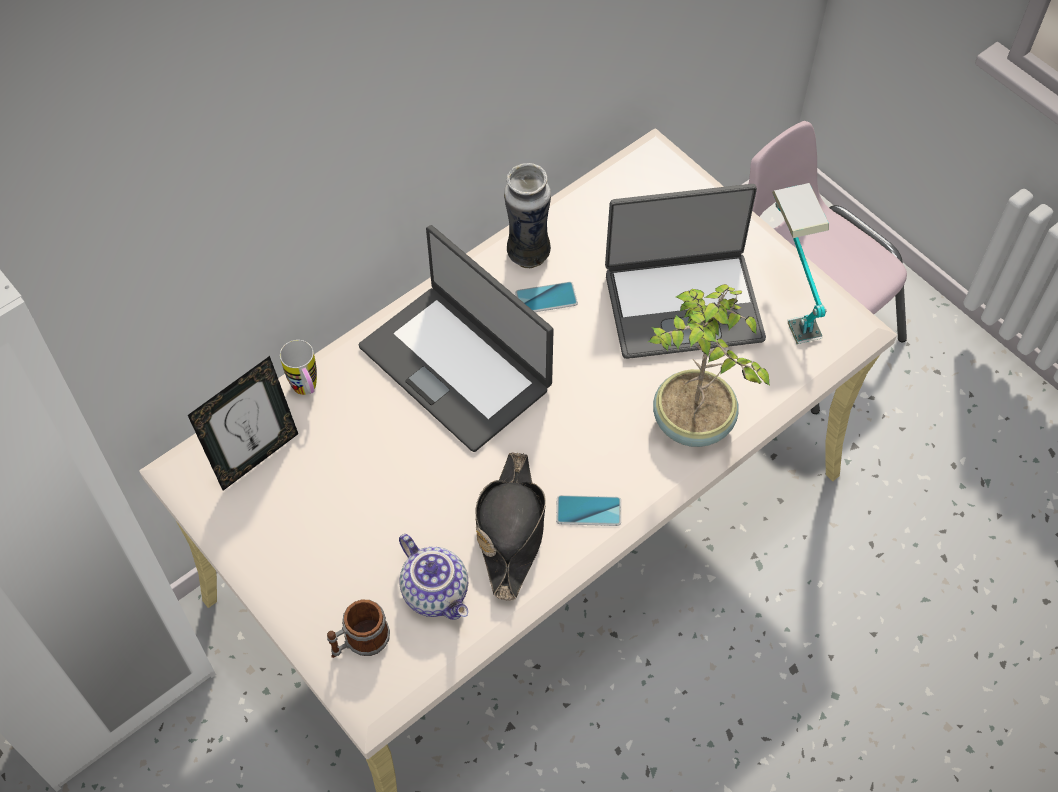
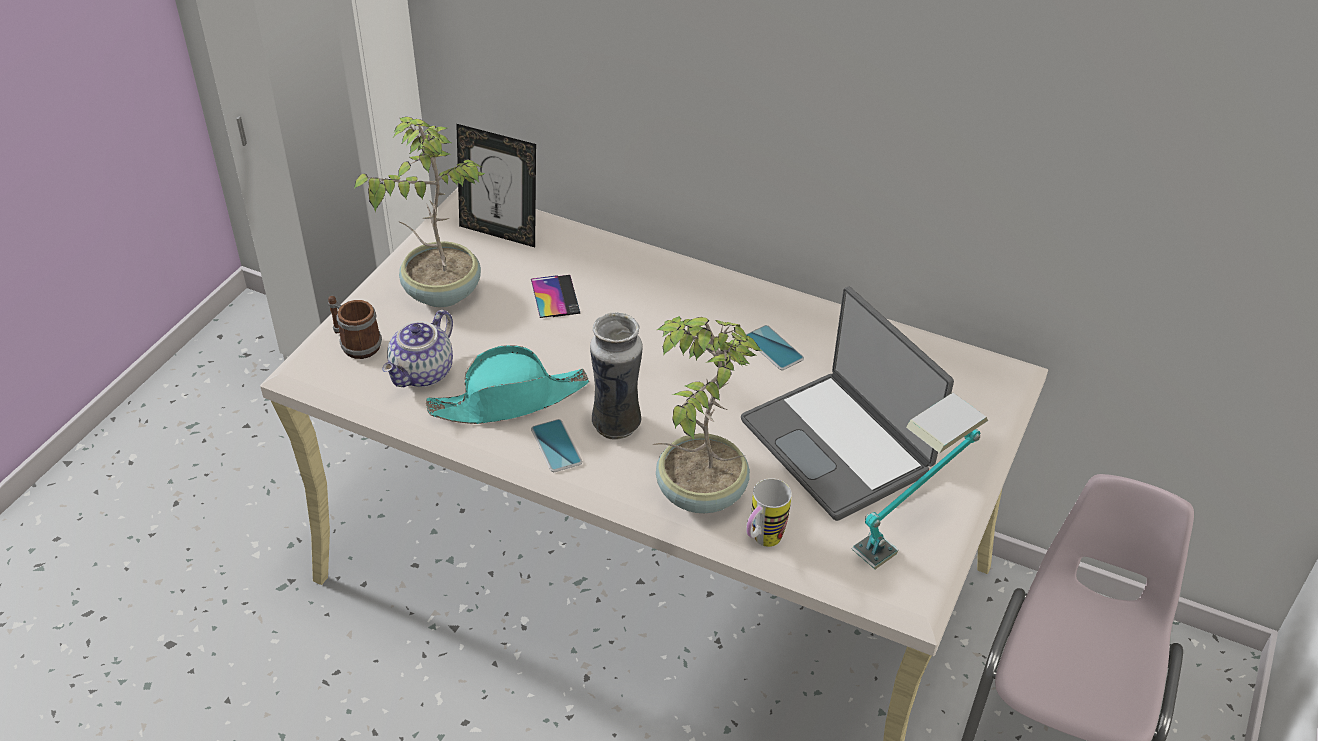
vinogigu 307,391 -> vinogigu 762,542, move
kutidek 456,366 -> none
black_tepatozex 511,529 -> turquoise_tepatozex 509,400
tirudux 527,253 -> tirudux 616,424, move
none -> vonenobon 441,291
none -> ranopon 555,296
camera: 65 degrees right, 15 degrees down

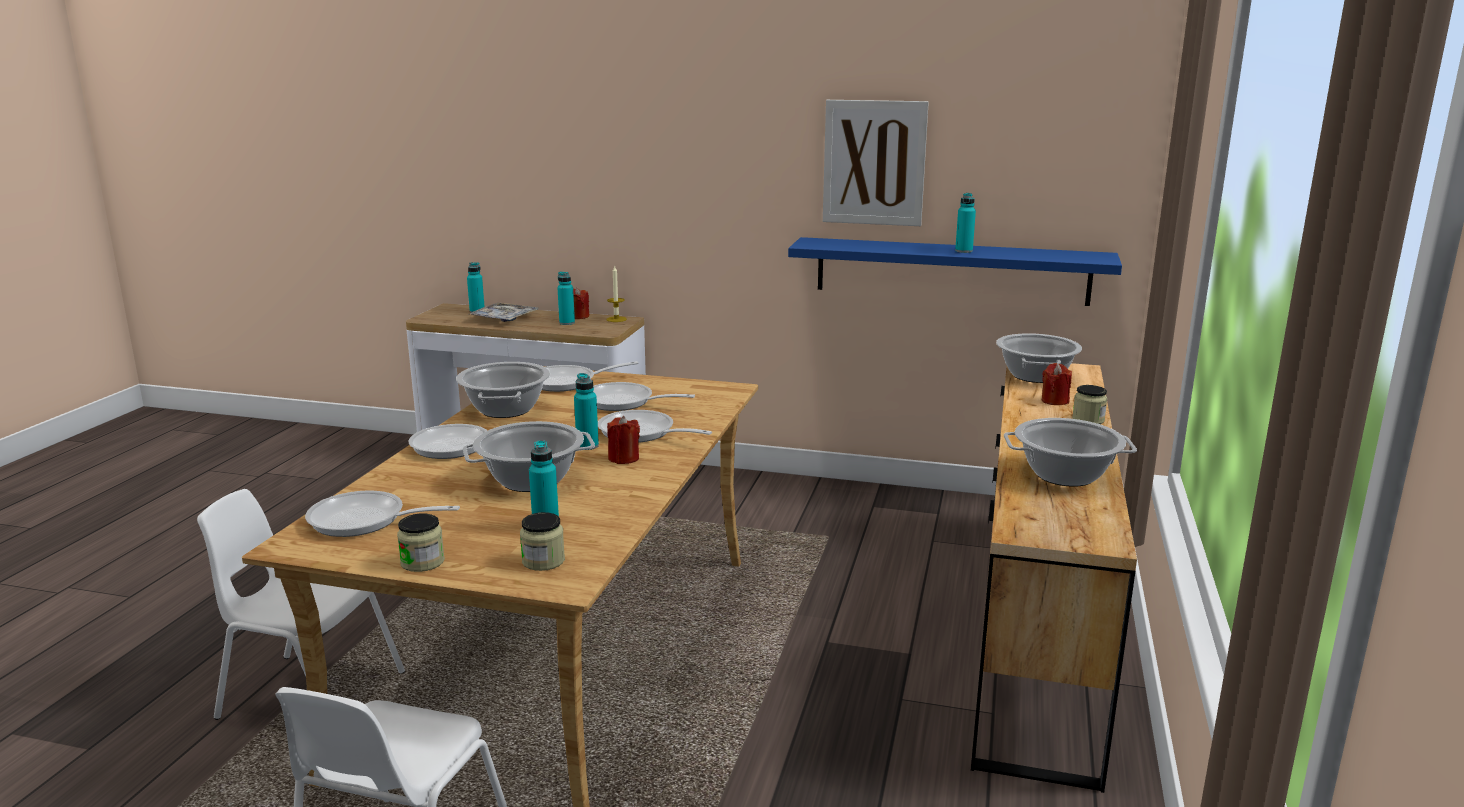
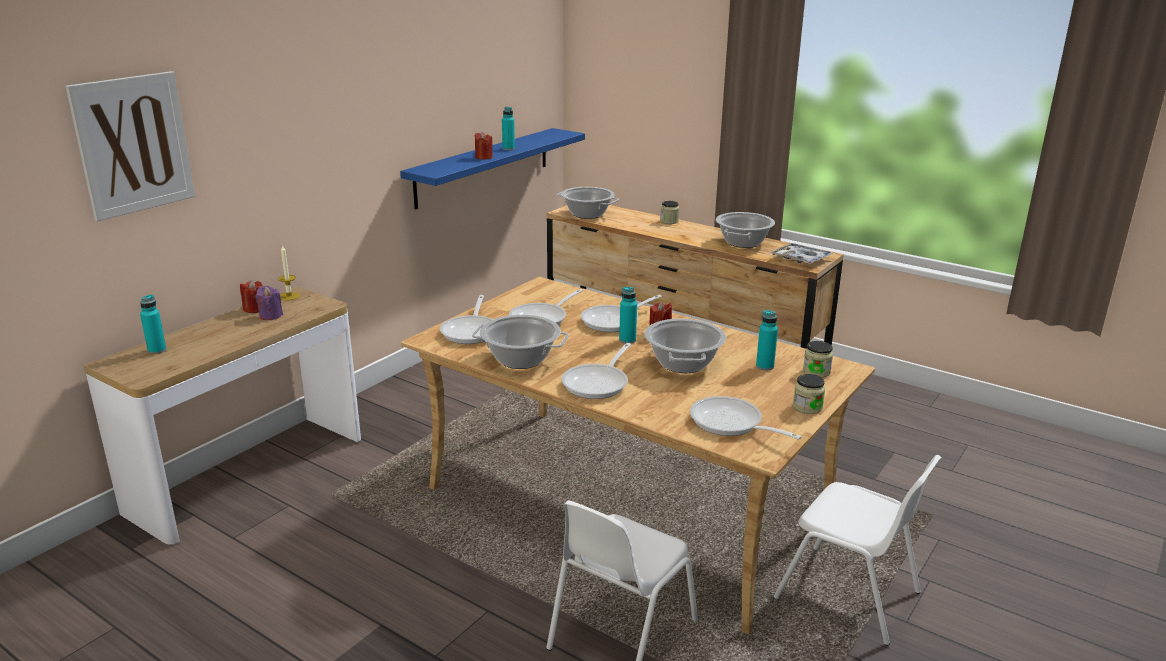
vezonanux 365,521 -> vezonanux 731,424, 105 degrees clockwise
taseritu 504,318 -> taseritu 800,259, move
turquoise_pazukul 567,323 -> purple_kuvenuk 270,316
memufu 874,163 -> memufu 133,144, move
red_kuvenuk 1054,401 -> red_kuvenuk 483,157, move
camera: 70 degrees left, 5 degrees up

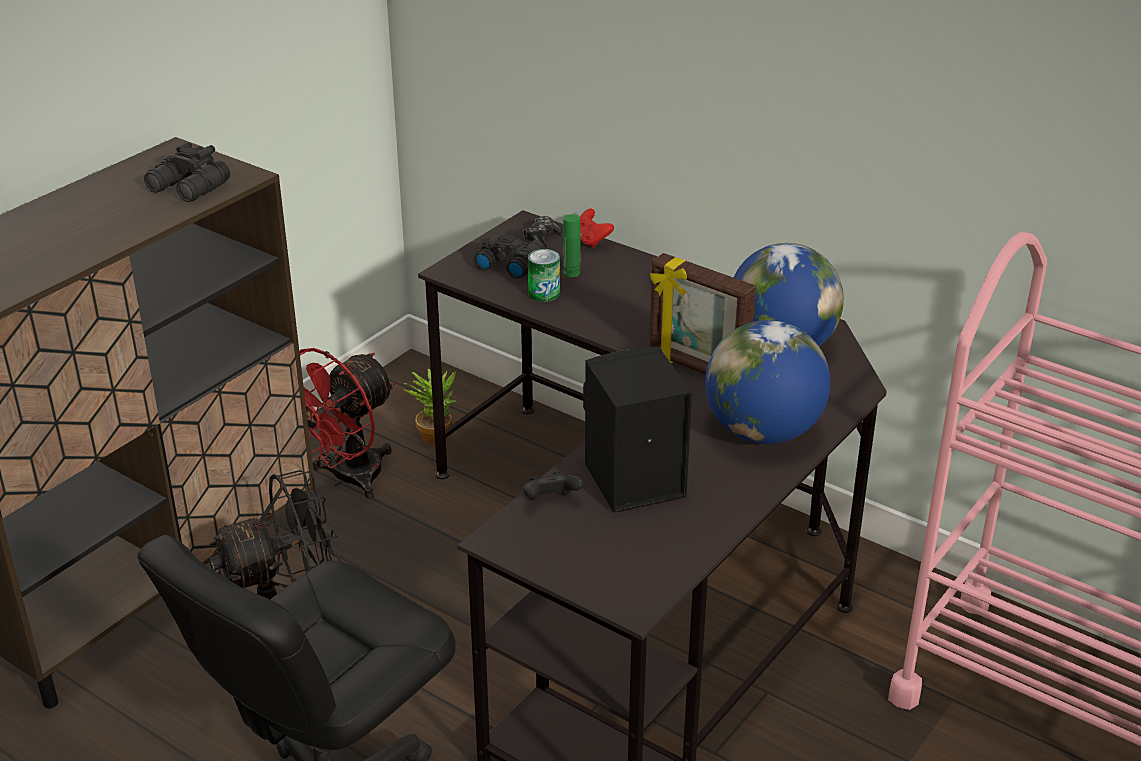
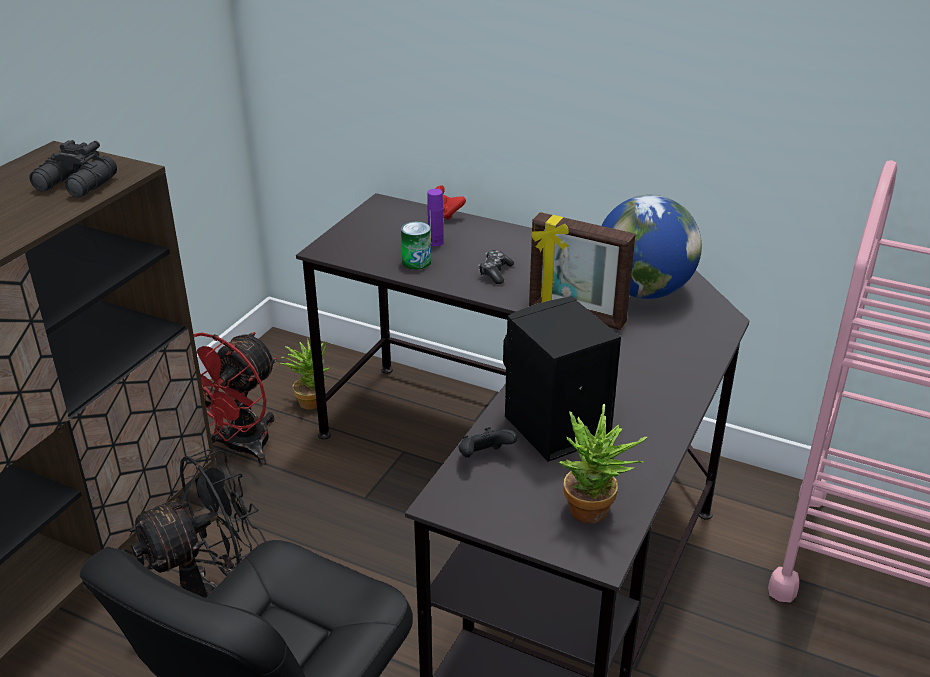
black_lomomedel 510,263 -> none
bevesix 542,239 -> bevesix 495,272, move
green_pazukul 571,273 -> purple_pazukul 435,242
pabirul 763,432 -> none
none -> vonenobon 595,514
camera: 10 degrees left, 0 degrees up

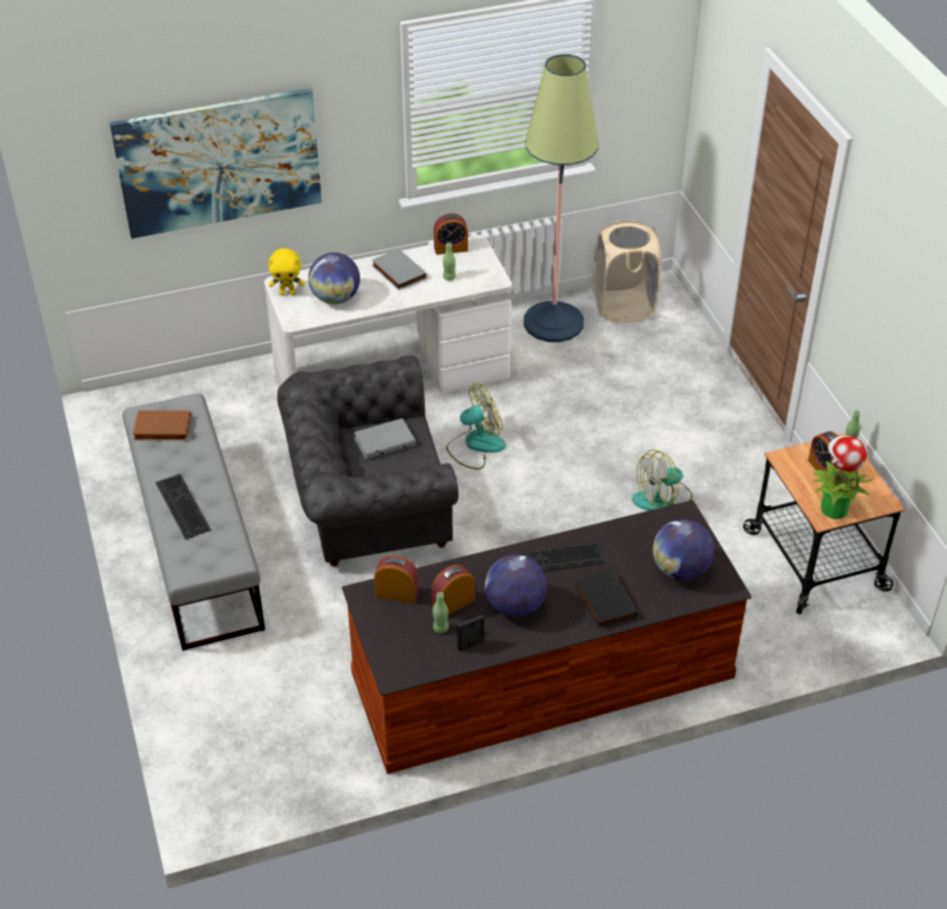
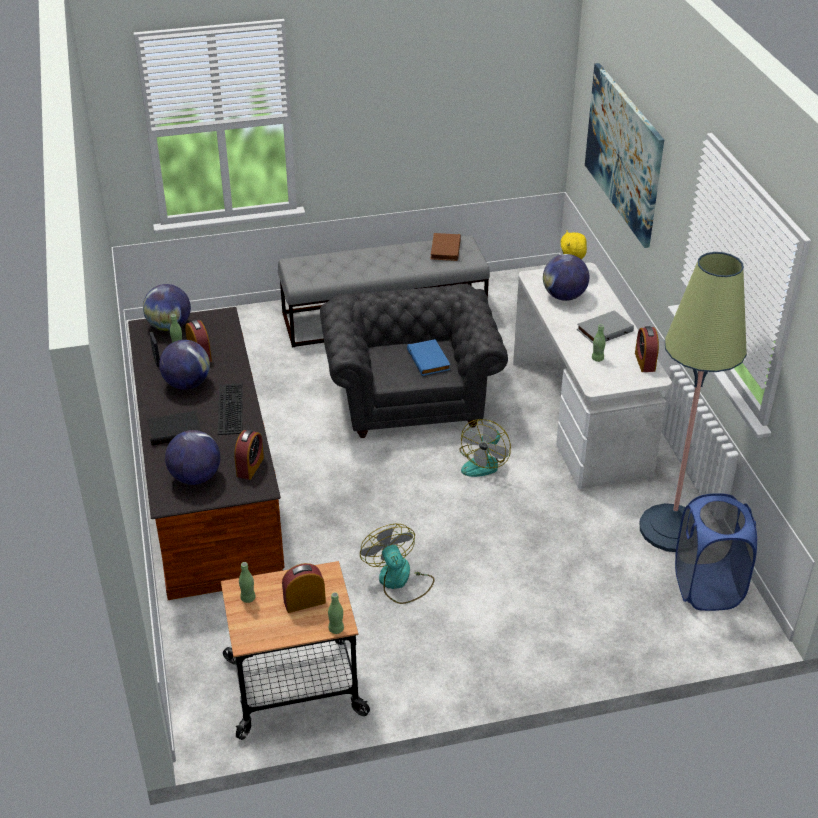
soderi 180,506 -> none
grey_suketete 384,441 -> blue_suketete 429,360
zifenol 396,593 -> zifenol 250,467, move
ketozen 475,445 -> ketozen 484,462, 45 degrees clockwise
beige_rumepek 623,307 -> blue_rumepek 707,587
vonenobon 833,508 -> green_pazukul 248,598
none -> pabirul 169,326
camera: 95 degrees right, 5 degrees down

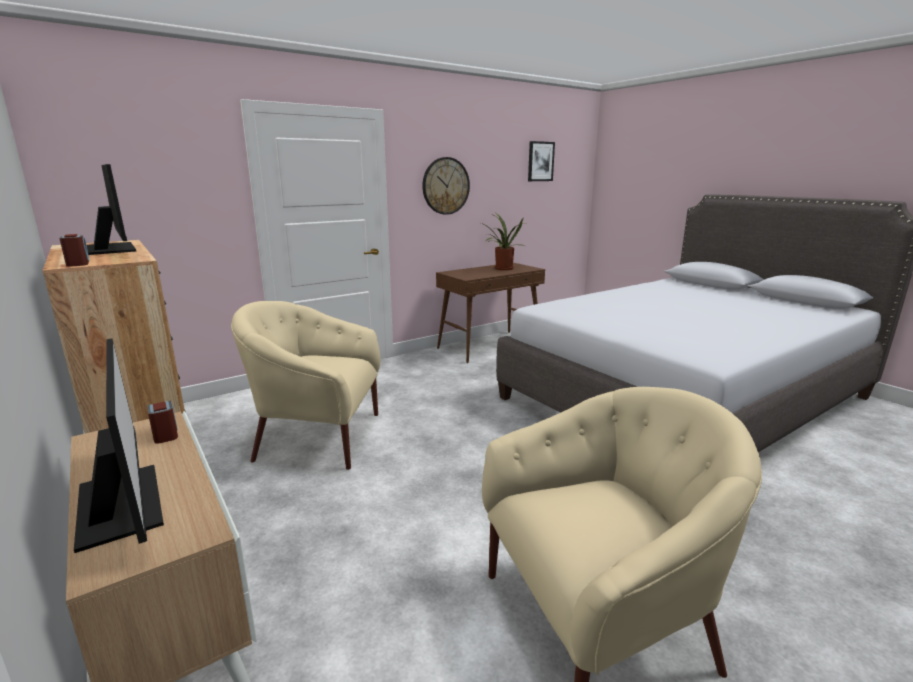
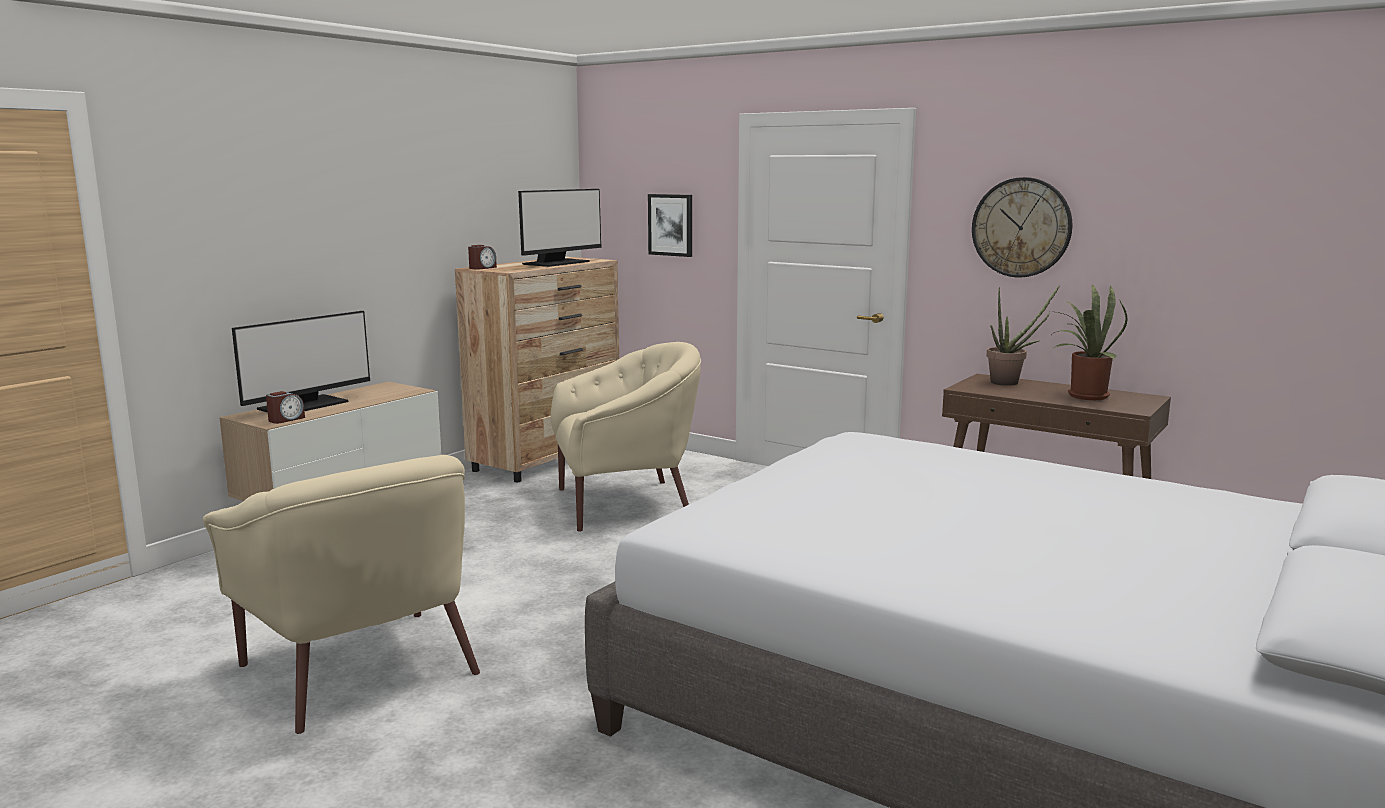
zifenol 165,433 -> zifenol 286,419, move
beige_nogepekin 318,437 -> beige_nogepekin 625,504, 90 degrees clockwise
memufu 540,161 -> memufu 671,225, move
none -> vonenobon 1010,382
camera: 70 degrees right, 5 degrees down

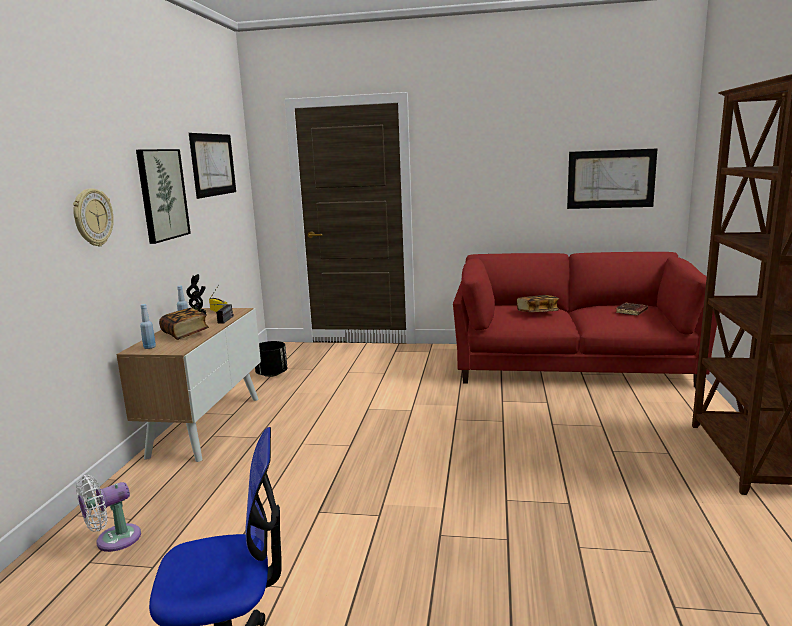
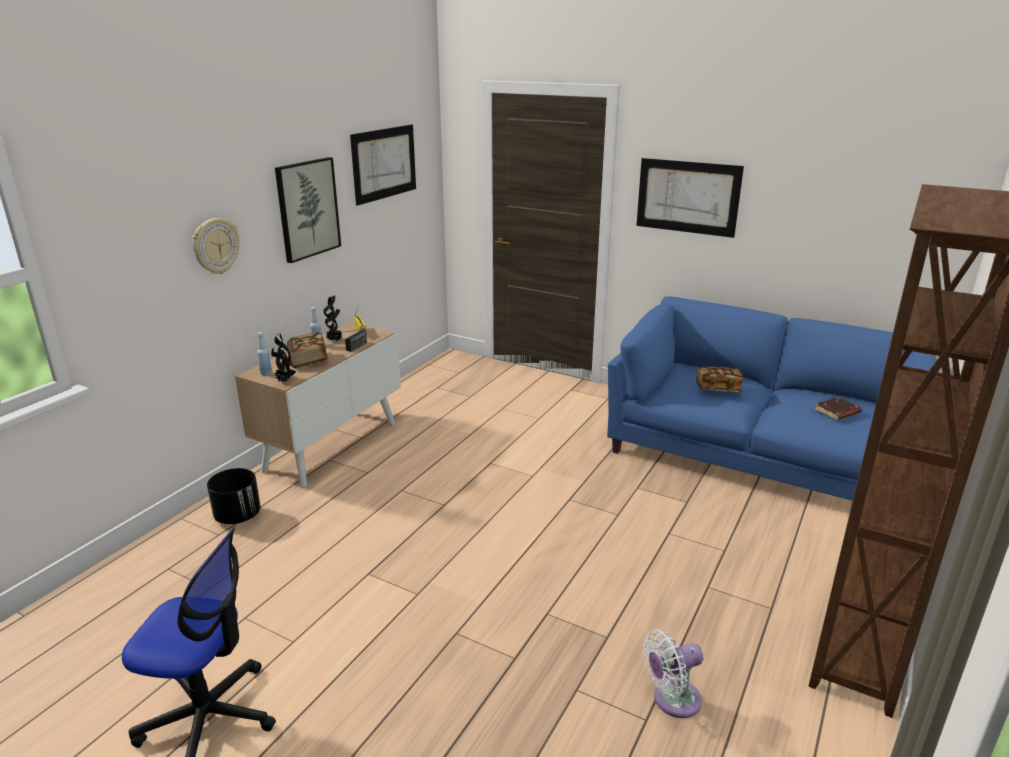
white_ketozen 113,540 -> white_ketozen 672,700, move
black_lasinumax 271,374 -> black_lasinumax 238,516, move
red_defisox 571,365 -> blue_defisox 758,455
memufu 611,179 -> memufu 687,197, move
none -> vonenobon 284,381
camera: 20 degrees right, 10 degrees up

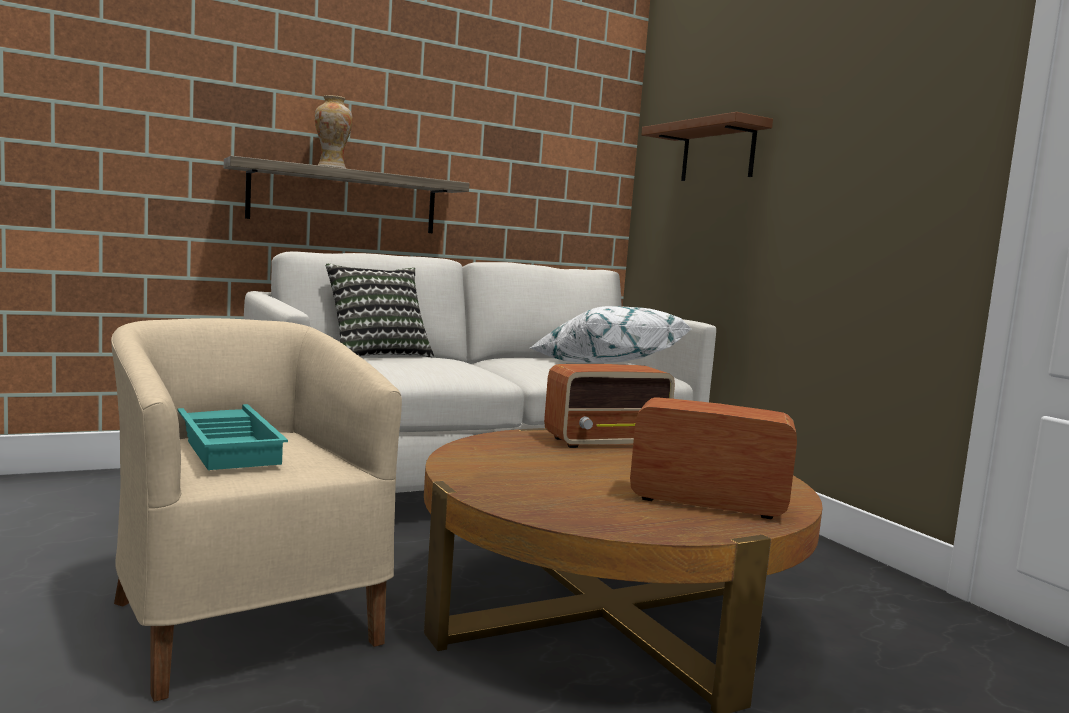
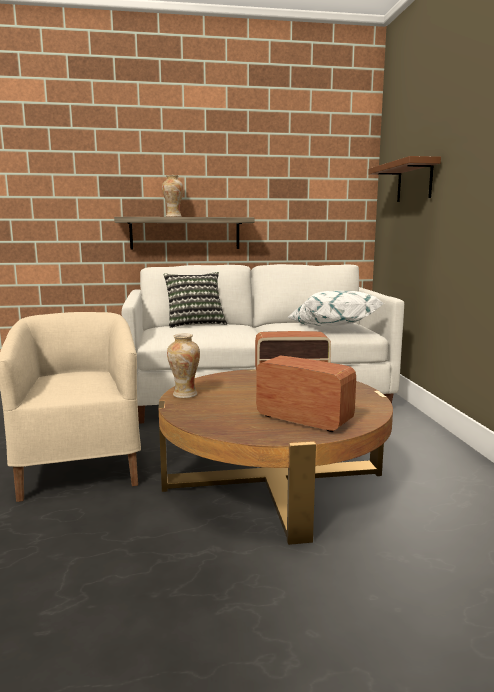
turquoise_taseritu 230,445 -> none
none -> tirudux 185,394
camera: 20 degrees right, 5 degrees up

